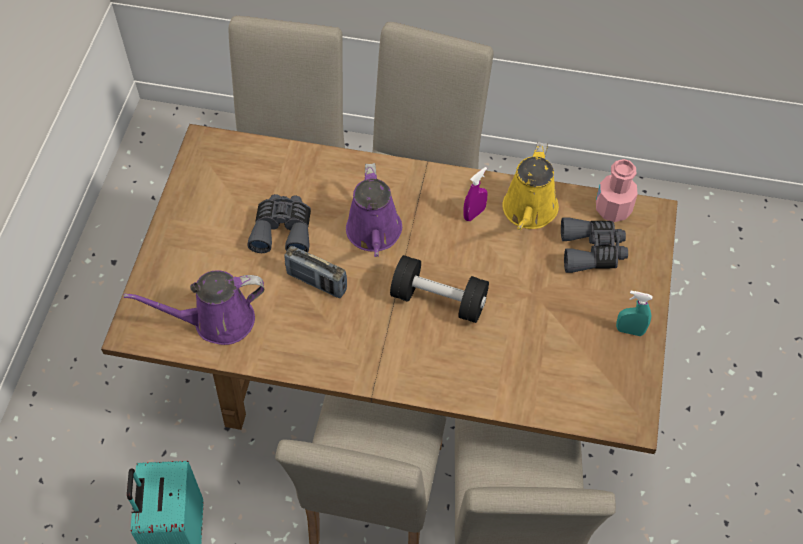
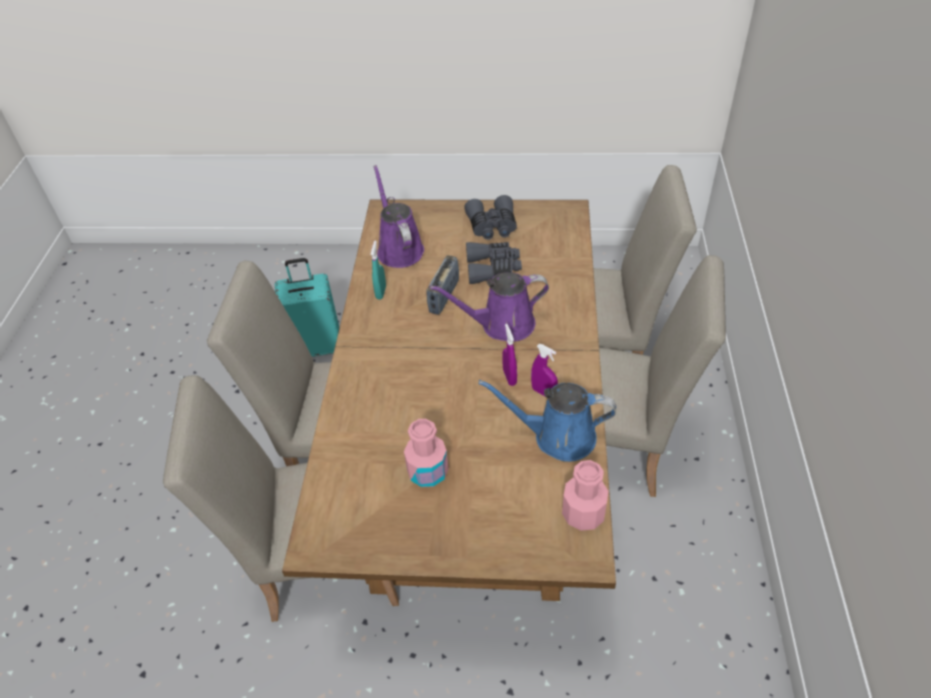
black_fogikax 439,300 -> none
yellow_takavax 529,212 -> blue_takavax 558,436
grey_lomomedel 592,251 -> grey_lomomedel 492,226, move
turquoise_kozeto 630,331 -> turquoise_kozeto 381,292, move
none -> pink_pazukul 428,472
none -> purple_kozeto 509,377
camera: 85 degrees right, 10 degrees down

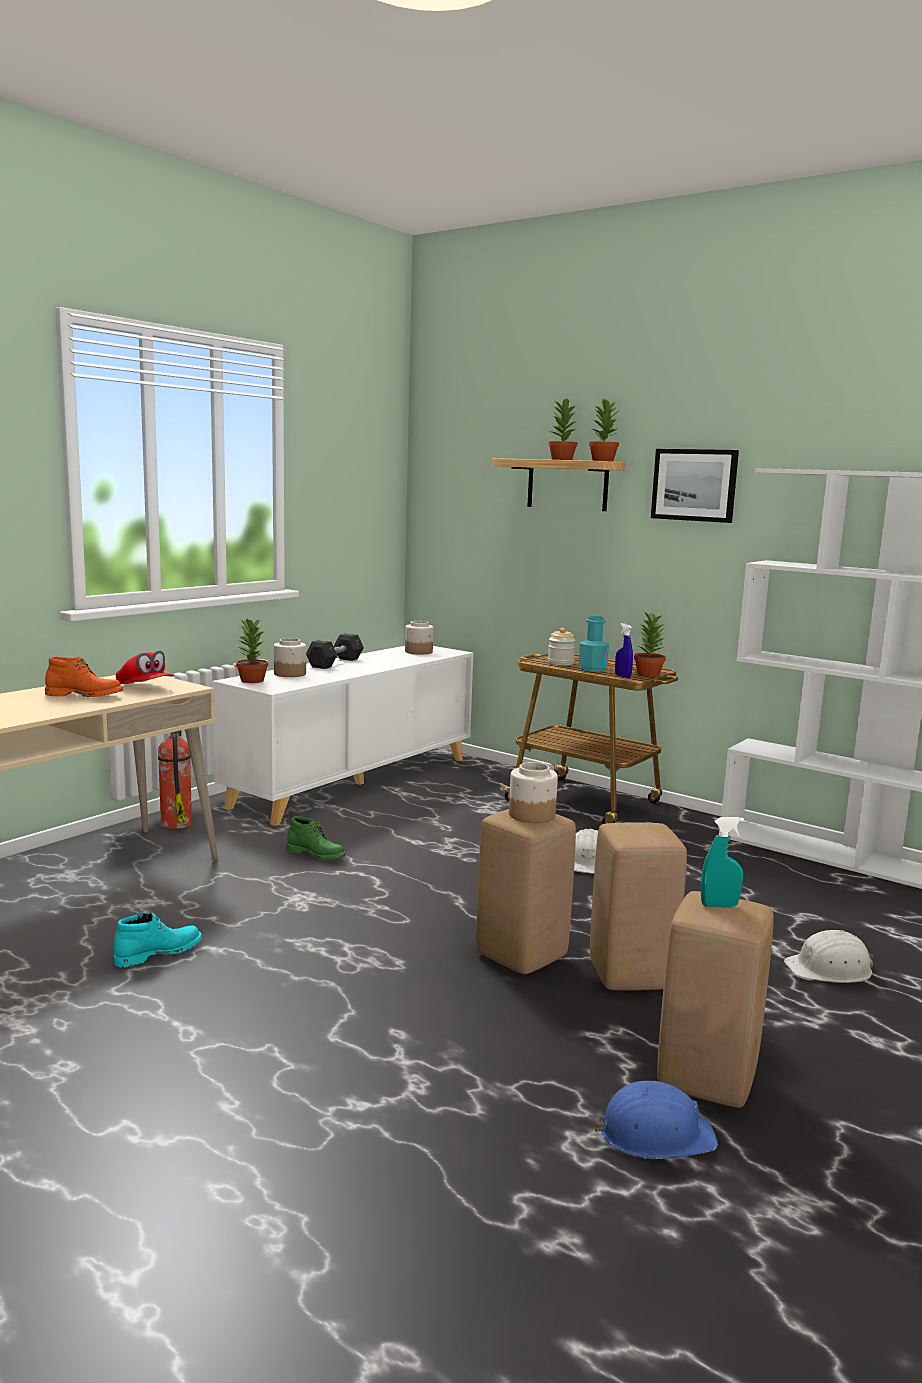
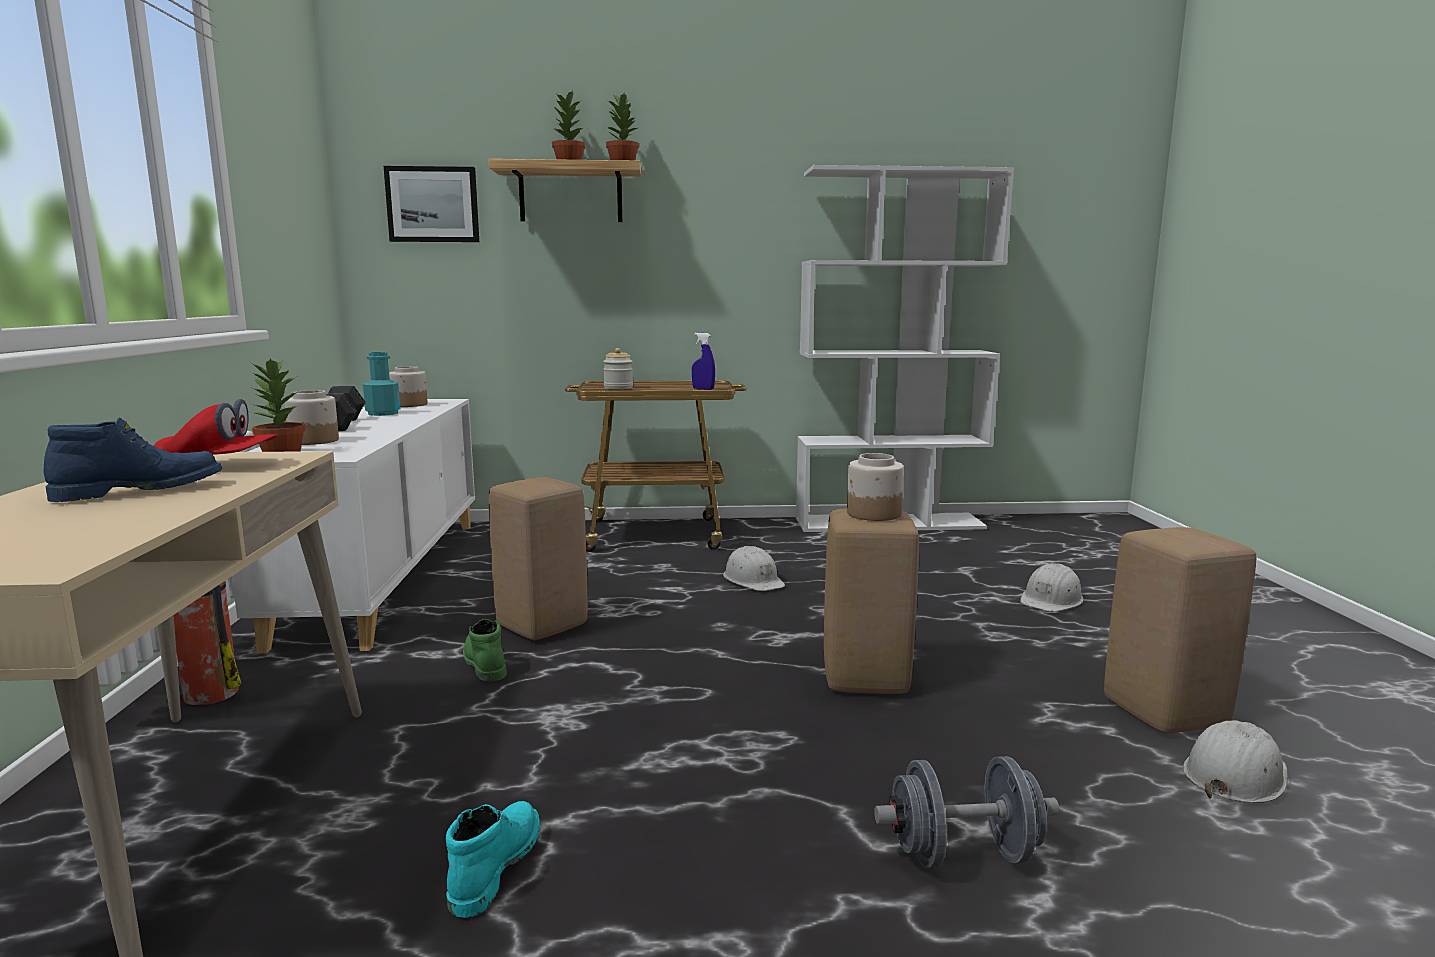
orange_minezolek 85,695 -> blue_minezolek 140,491
green_minezolek 316,854 -> green_minezolek 483,663, 105 degrees counterclockwise
turquoise_pazukul 592,669 -> turquoise_pazukul 383,413, move
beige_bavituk 632,976 -> beige_bavituk 544,626, move
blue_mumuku 655,1134 -> white_mumuku 1234,775
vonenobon 648,674 -> none
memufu 694,485 -> memufu 433,204, move
turquoise_kozeto 719,905 -> none
none -> grey_fogikax 963,854
camera: 40 degrees left, 0 degrees up

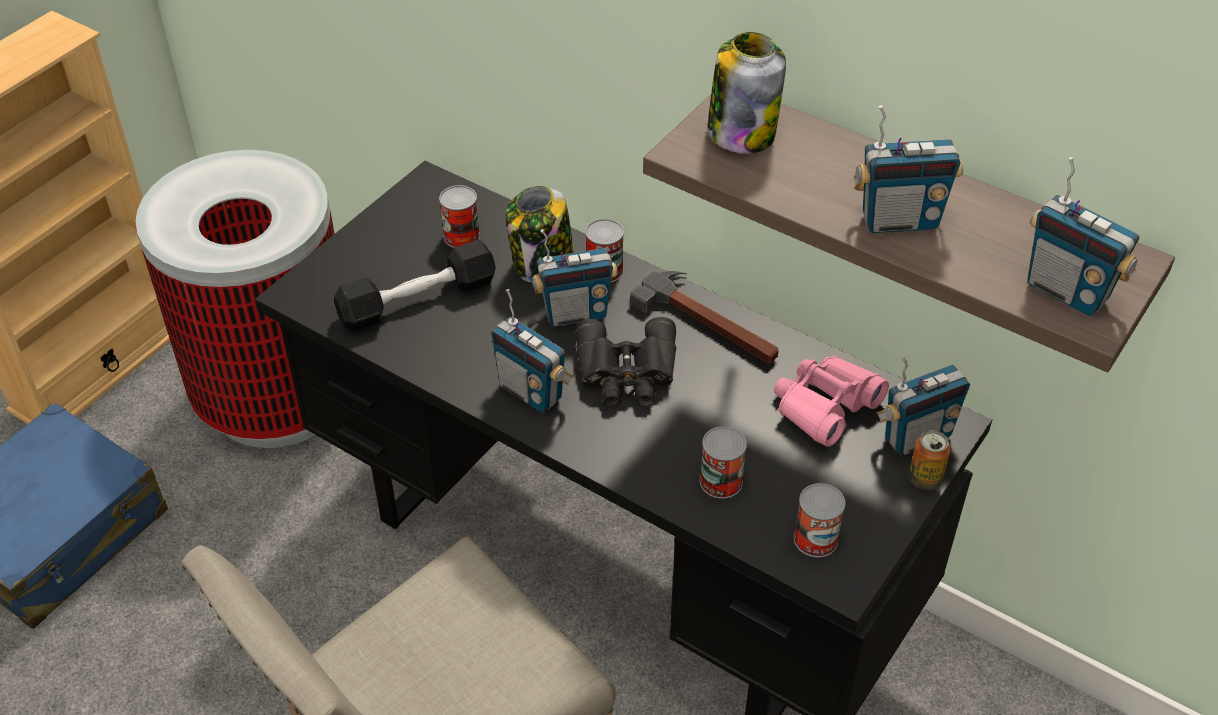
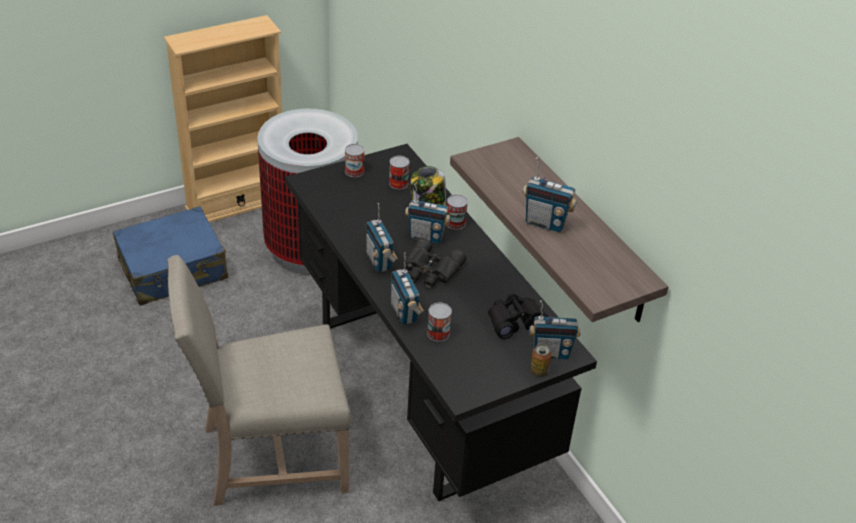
black_fogikax 418,300 -> none
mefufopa 709,323 -> none
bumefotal 741,132 -> none
pink_lomomedel 825,406 -> black_lomomedel 515,322
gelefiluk 815,539 -> gelefiluk 354,171, move
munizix 1067,291 -> munizix 404,313, move
camera: 25 degrees right, 5 degrees down

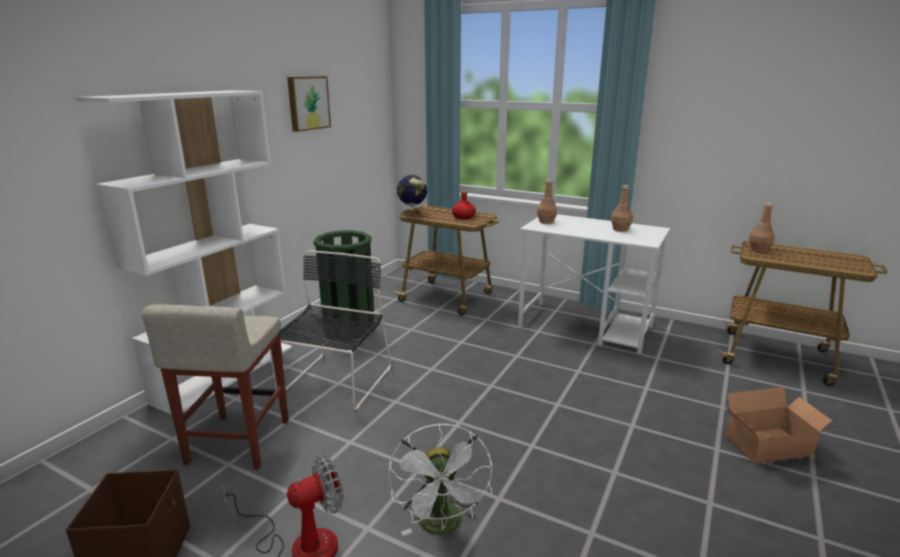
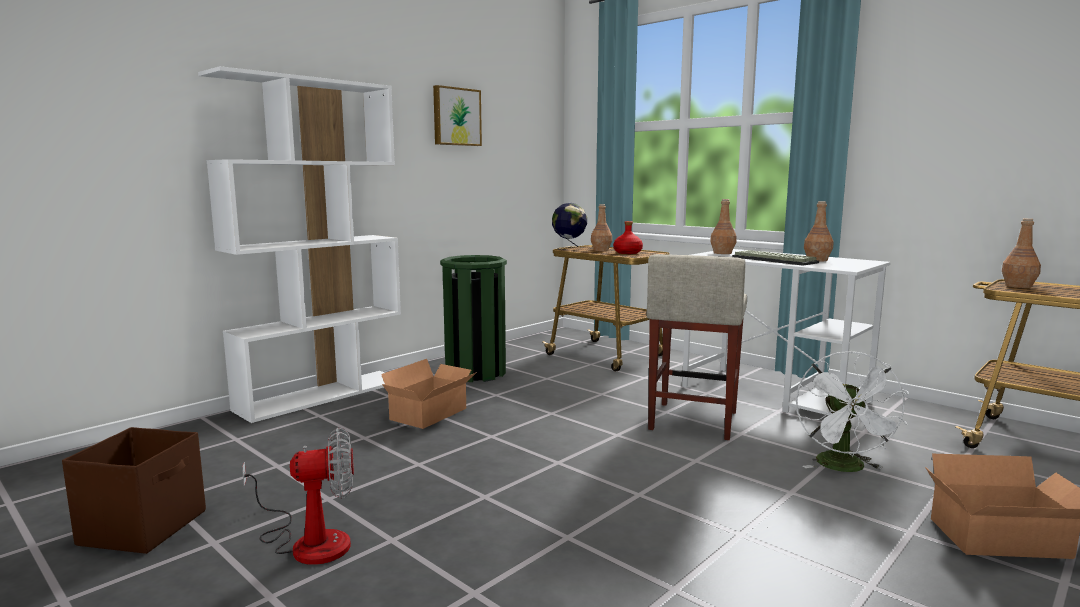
beige_bavituk 238,442 -> beige_bavituk 693,421, move
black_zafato 335,383 -> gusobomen 432,414
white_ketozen 442,526 -> white_ketozen 845,468, move
none -> brown_pazukul 601,250
none -> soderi 775,260
camera: 15 degrees right, 10 degrees down

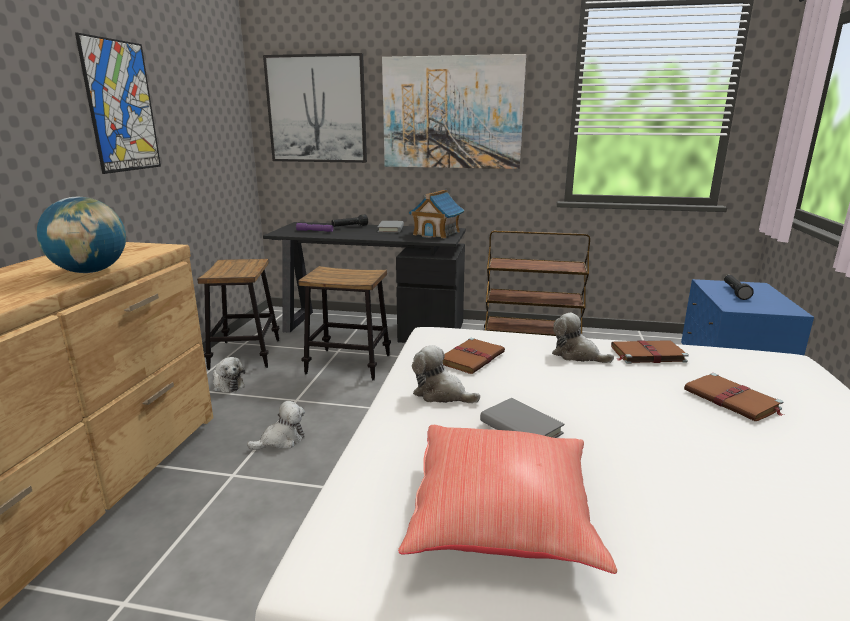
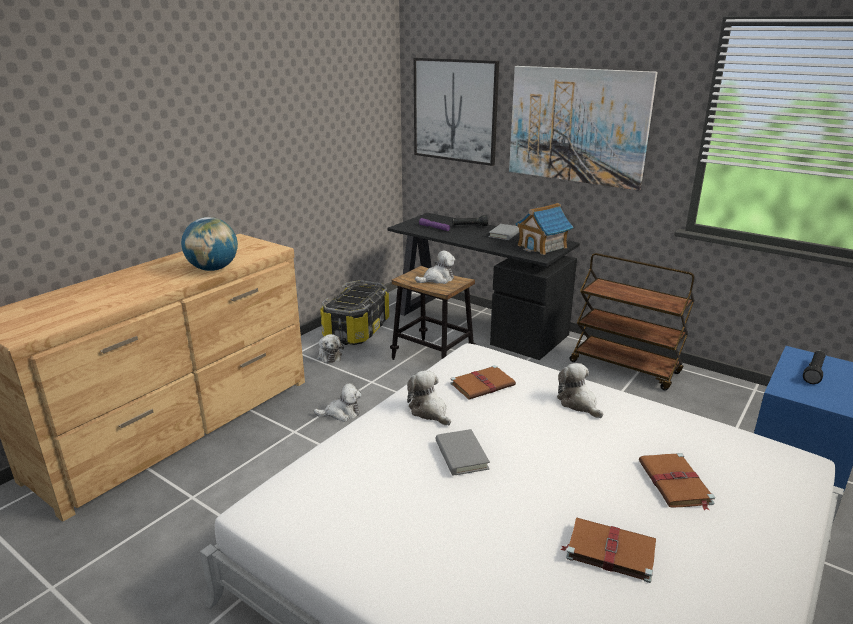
memufu 121,106 -> none
bavituk 245,354 -> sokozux 357,330
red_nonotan 503,520 -> none
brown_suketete 646,354 -> brown_suketete 609,550, move
none -> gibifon 437,279
camera: 25 degrees right, 5 degrees up

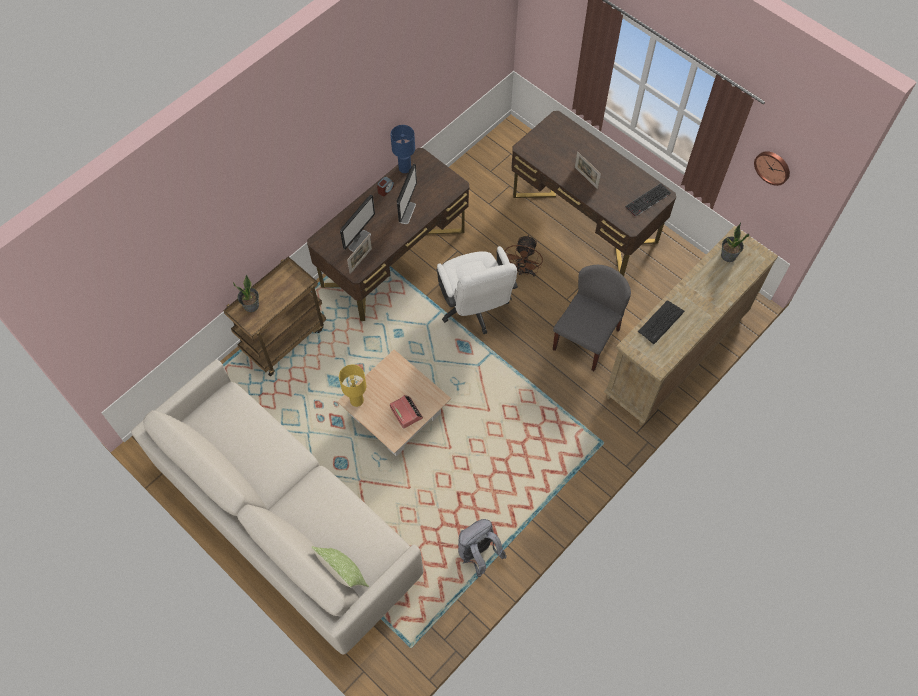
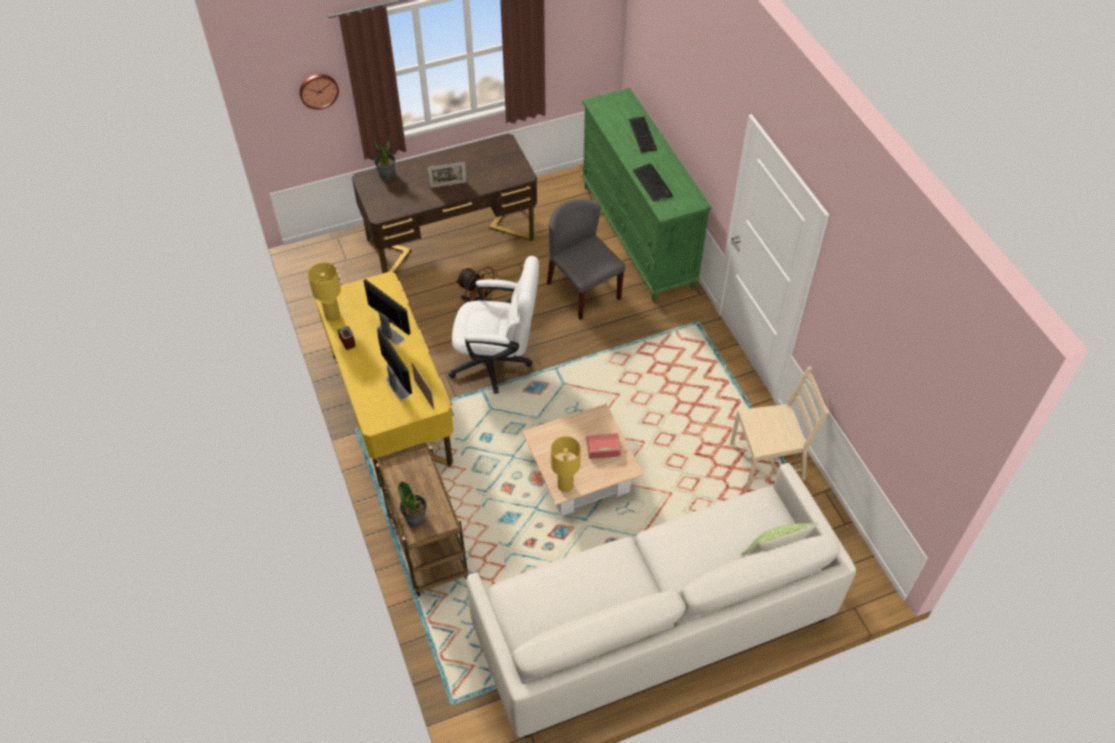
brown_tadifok 394,258 -> yellow_tadifok 391,408
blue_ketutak 404,168 -> yellow_ketutak 332,316
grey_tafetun 478,554 -> beige_zafato 768,462
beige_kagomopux 675,356 -> green_kagomopux 637,236
soderi 648,200 -> soderi 643,135, move
vonenobon 728,256 -> vonenobon 387,174, move
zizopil 773,167 -> zizopil 318,90, move
camera: 65 degrees left, 10 degrees down

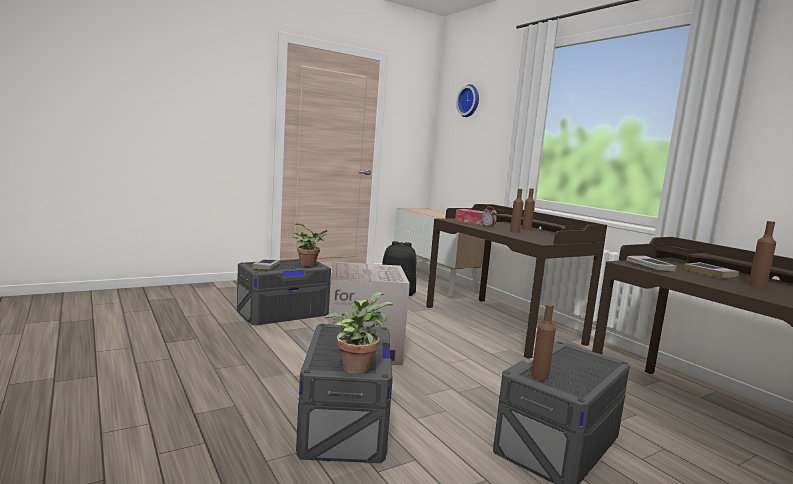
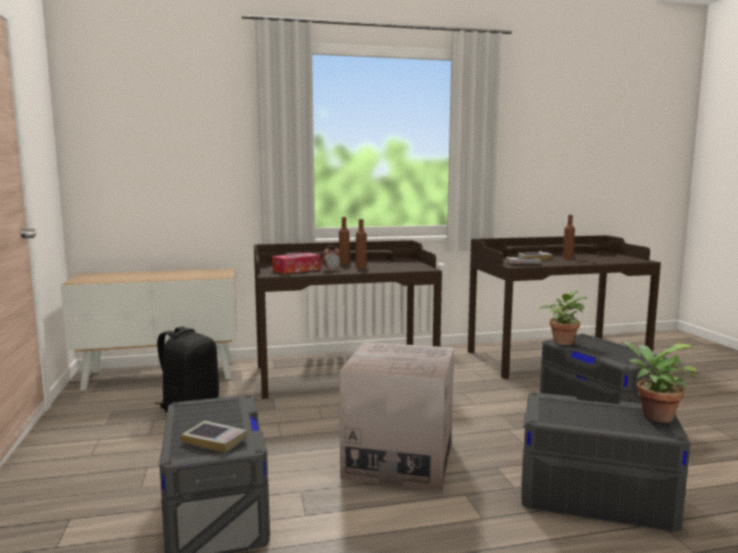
vonenobon 310,264 -> vonenobon 563,341, move
zizopil 470,101 -> none
brown_pazukul 540,376 -> none
camera: 70 degrees left, 0 degrees up

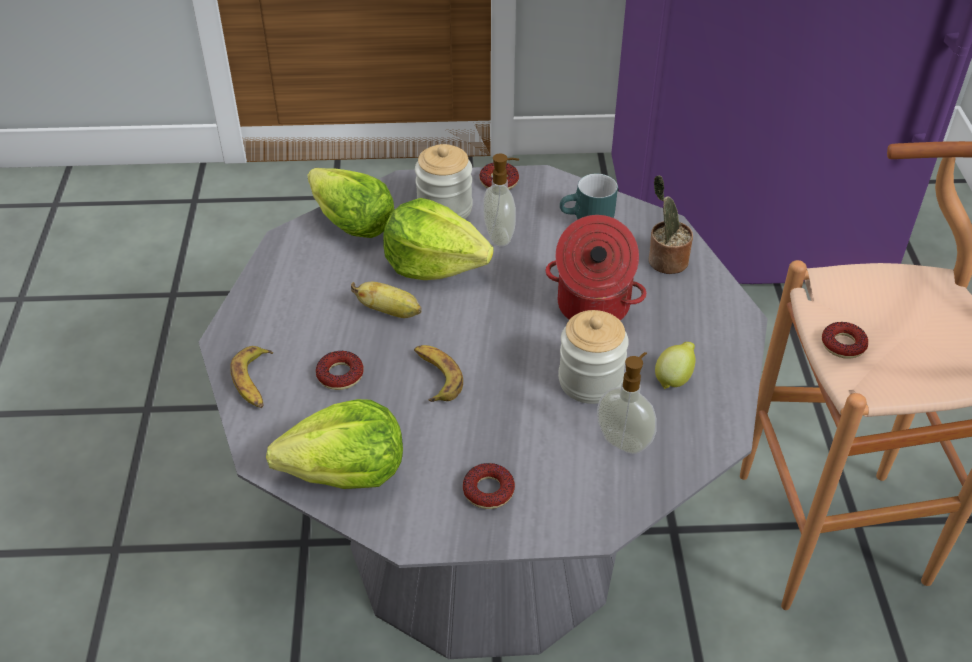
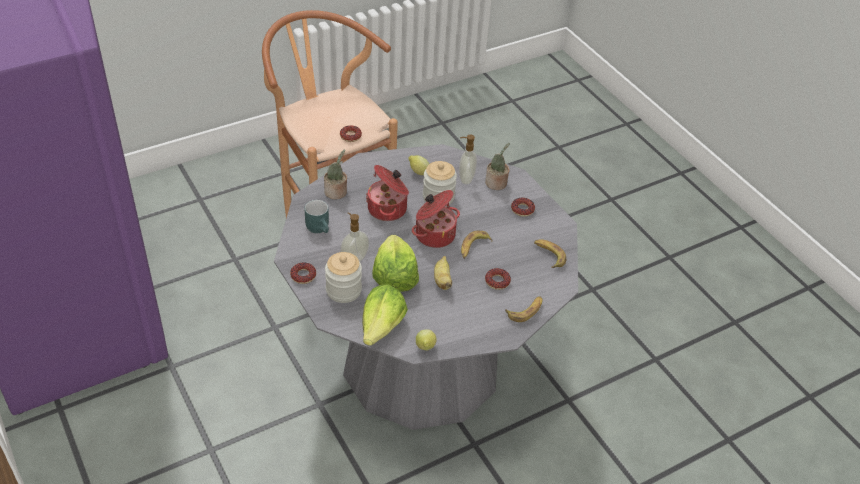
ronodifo 346,473 -> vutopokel 549,255
none -> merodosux 434,234
none -> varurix 425,348
none -> vonenobon 496,184
camera: 120 degrees left, 0 degrees up

